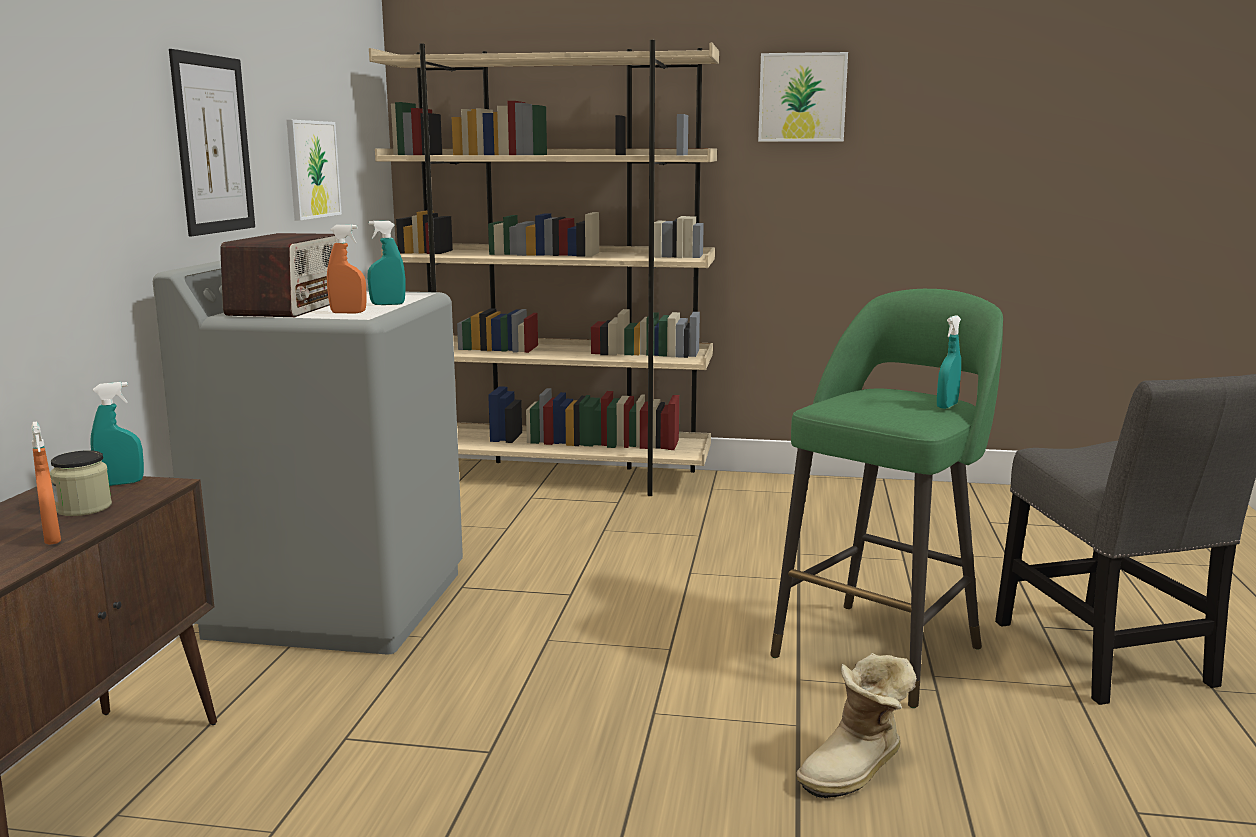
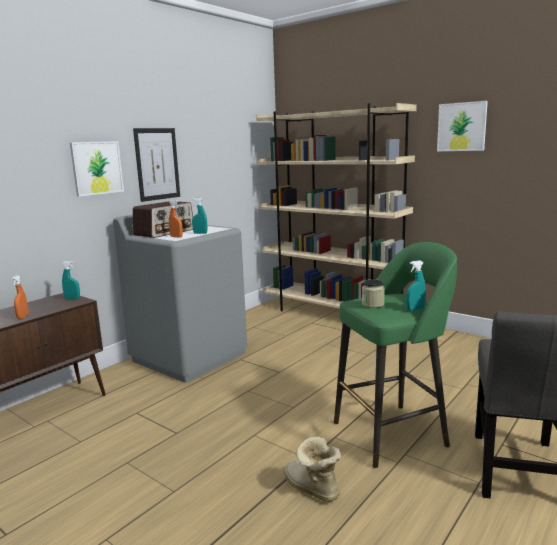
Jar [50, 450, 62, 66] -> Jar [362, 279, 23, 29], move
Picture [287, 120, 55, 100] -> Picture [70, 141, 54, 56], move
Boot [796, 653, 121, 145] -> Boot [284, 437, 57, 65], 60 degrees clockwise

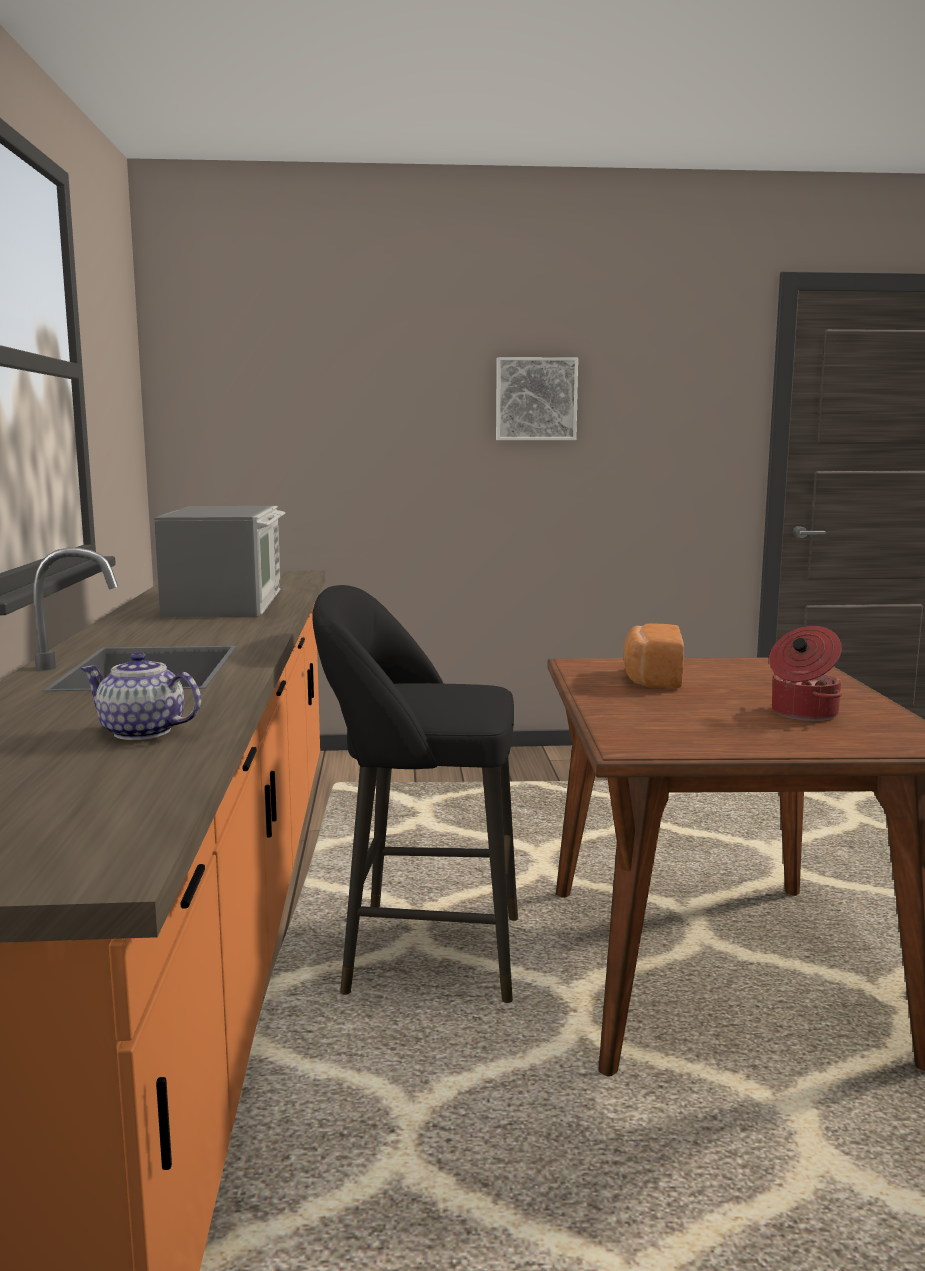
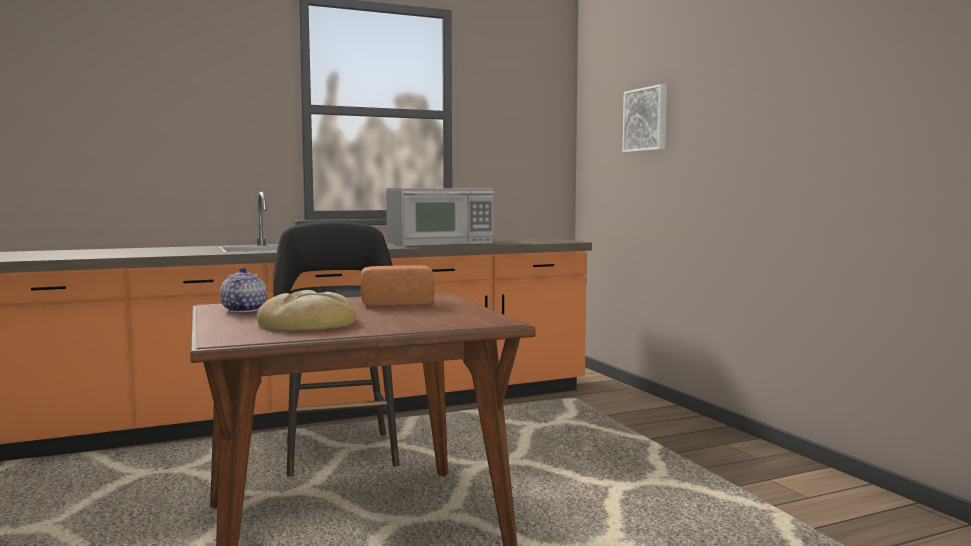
Teapot [81, 652, 120, 88] -> Teapot [220, 267, 47, 45], move
Picture [496, 357, 82, 83] -> Picture [623, 84, 44, 68], move
CookingPot [769, 626, 73, 95] -> Bread [256, 290, 100, 41]

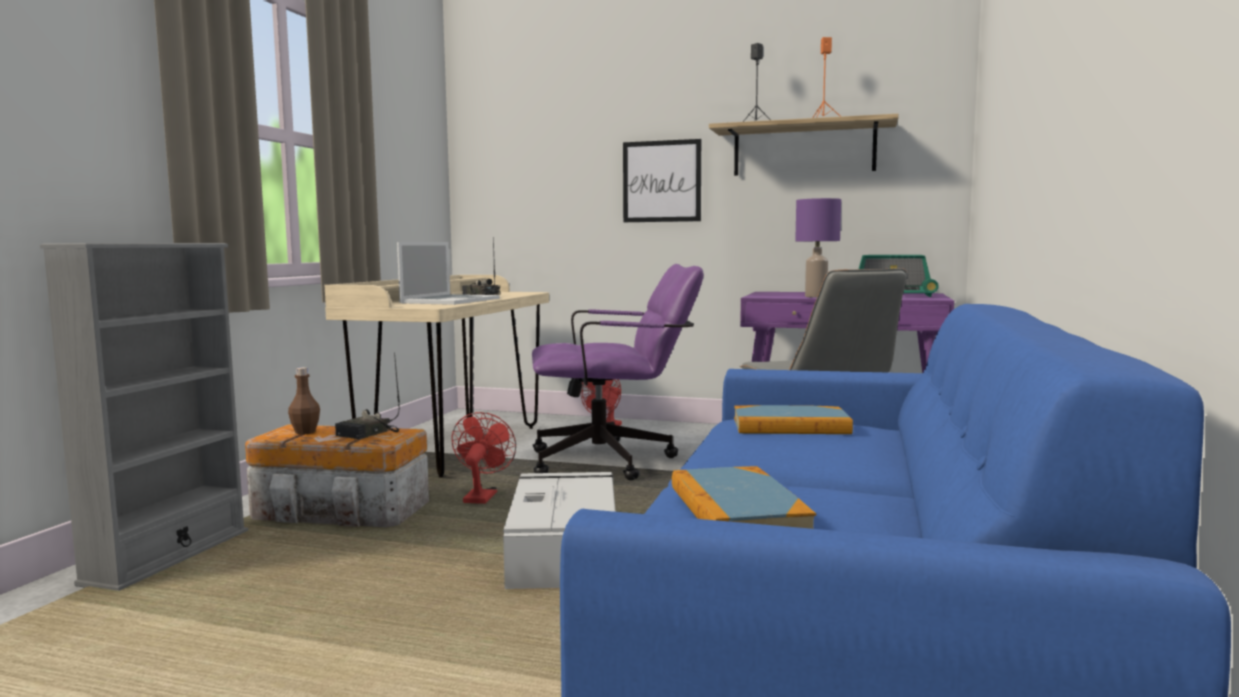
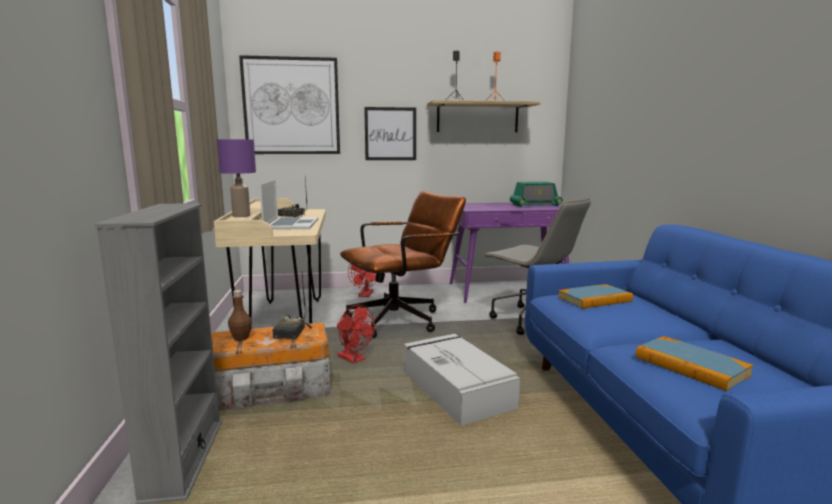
RedFan [452, 412, 64, 92] -> RedFan [337, 305, 38, 59], 150 degrees clockwise
PurpleOfficeChair [532, 264, 172, 216] -> BrownOfficeChair [340, 191, 126, 147]
PurpleTableLamp [795, 198, 46, 100] -> PurpleTableLamp [217, 139, 39, 78], move
none -> Picture [239, 55, 101, 99]

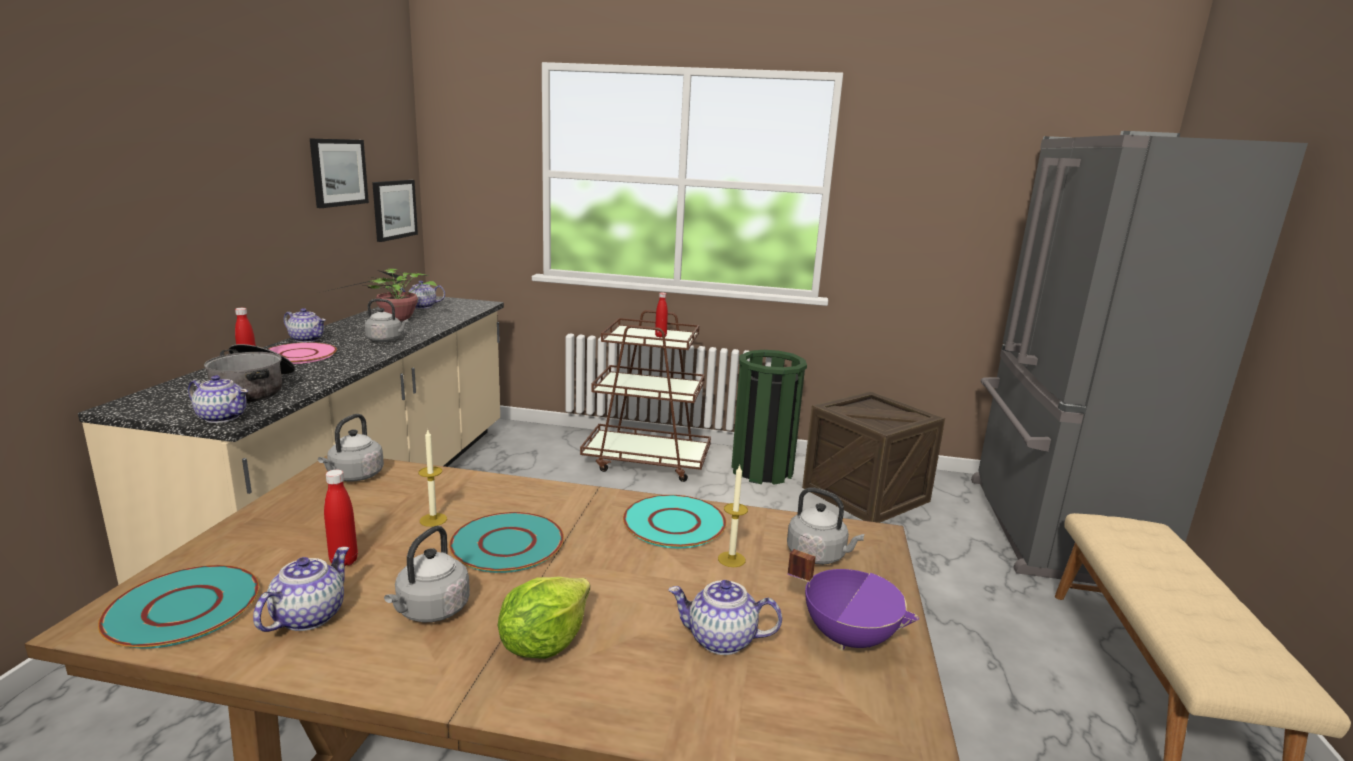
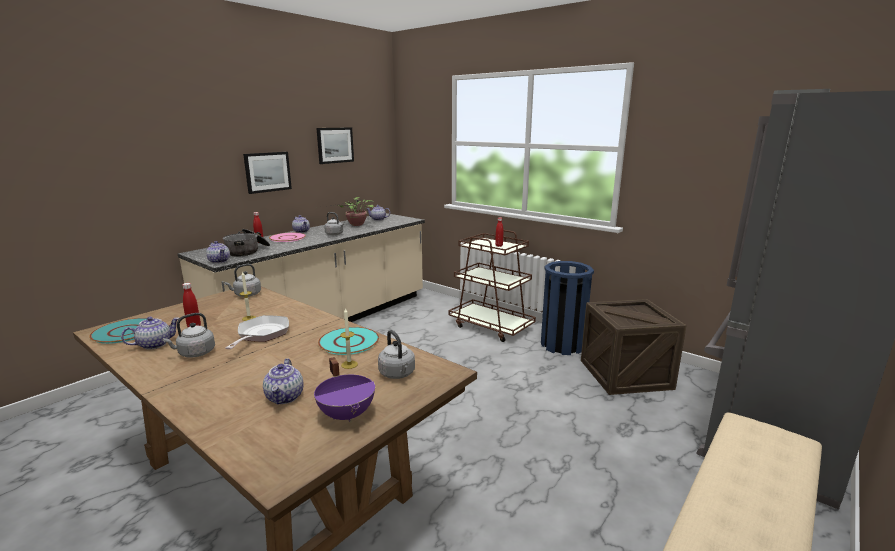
Picture [372, 180, 46, 62] -> Picture [243, 152, 49, 42], move
TurquoisePlate [449, 512, 115, 61] -> FryingPan [225, 315, 64, 34]
Lettuce [498, 576, 92, 83] -> none
Teapot [668, 580, 114, 75] -> Teapot [263, 359, 40, 45], 135 degrees counterclockwise
GreenTrashCan [731, 350, 76, 135] -> BlueTrashCan [541, 261, 53, 94]

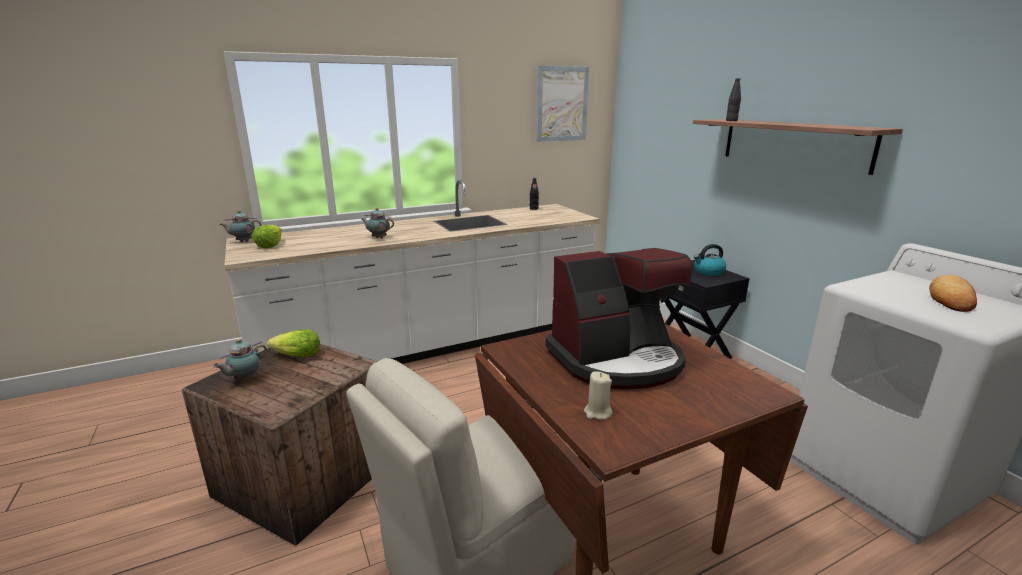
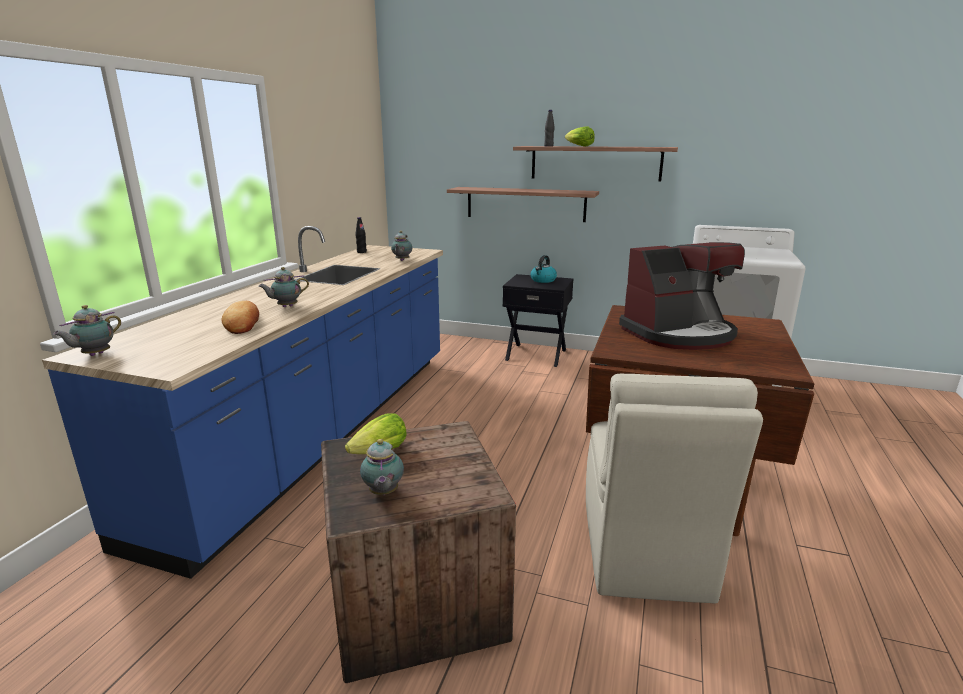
WhiteCounter [225, 180, 375, 184] -> BlueCounter [42, 226, 401, 353]
Lettuce [252, 225, 30, 23] -> Lettuce [565, 126, 29, 20], move
Picture [536, 66, 53, 76] -> none
CoffeeMachine [546, 248, 146, 142] -> CoffeeMachine [619, 242, 126, 108], 45 degrees clockwise
BeigeCandle [584, 371, 28, 49] -> none
Bread [929, 275, 48, 37] -> Bread [221, 301, 38, 33], move
none -> Teapot [391, 231, 21, 30]
none -> Shelf [447, 187, 152, 35]

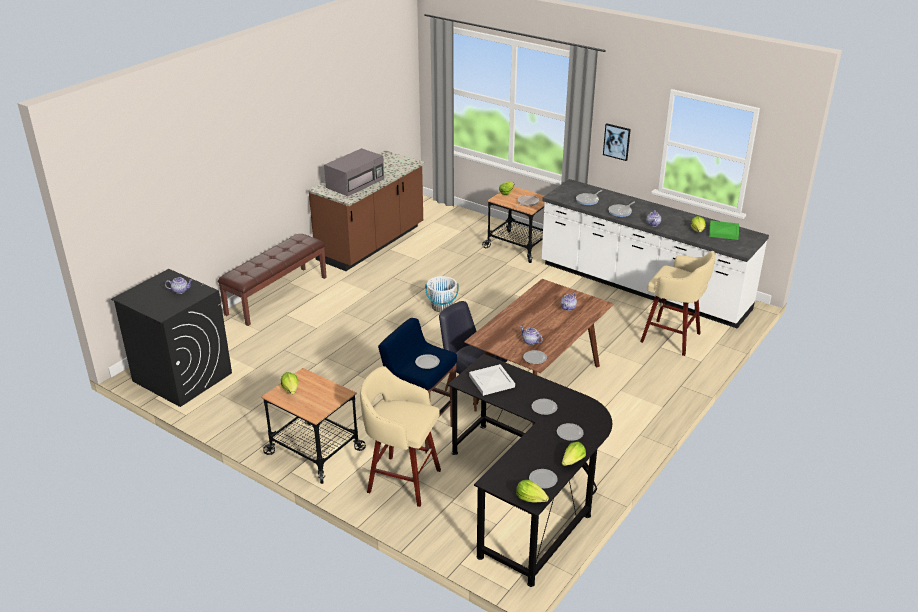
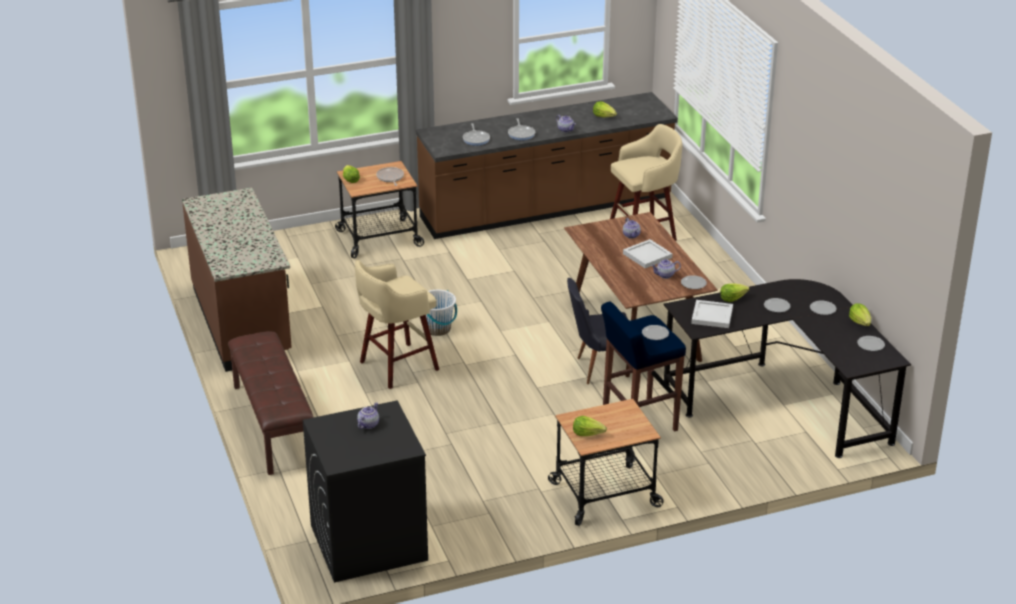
GreyMicrowave [324, 148, 60, 48] -> none
BeigeStool [360, 366, 81, 141] -> BeigeStool [355, 260, 84, 129], move
Lettuce [516, 480, 33, 22] -> Lettuce [720, 283, 29, 19], move
WhiteCounter [542, 179, 227, 149] -> BrownCounter [416, 92, 262, 147]
Picture [603, 123, 28, 38] -> none
GreenTray [709, 221, 30, 19] -> none
none -> WhiteTray [623, 239, 49, 29]

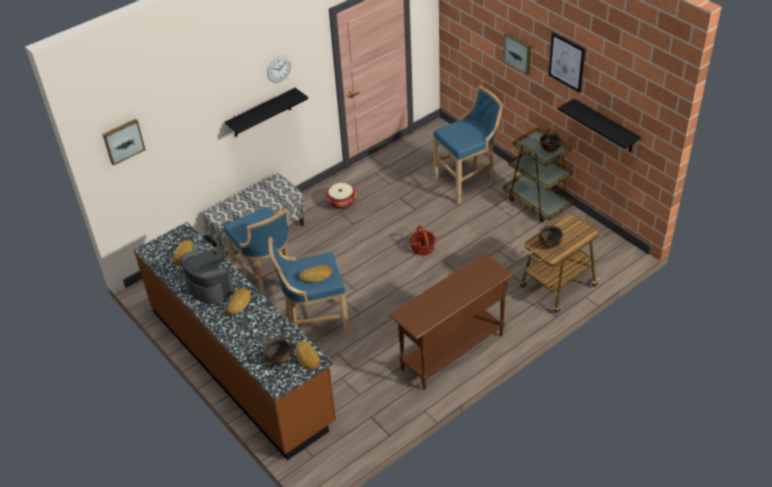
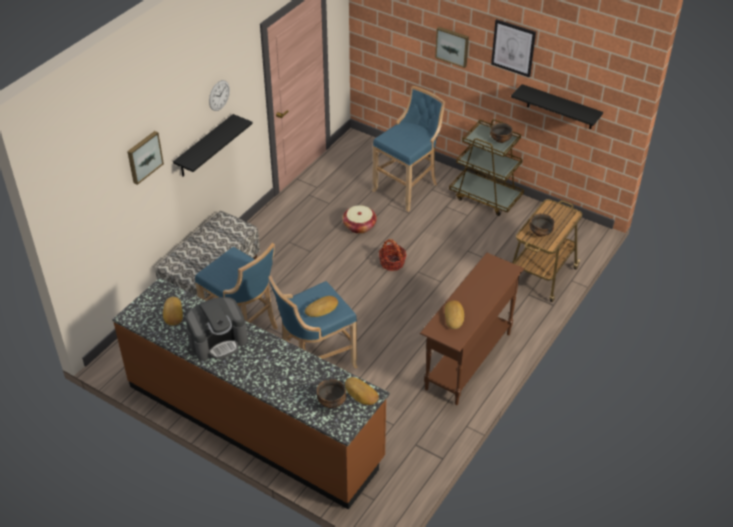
Picture [102, 119, 43, 46] -> Picture [127, 131, 37, 54], move
CoffeeMachine [181, 249, 53, 55] -> CoffeeMachine [186, 297, 62, 64], 120 degrees clockwise
Bread [226, 288, 25, 27] -> Bread [445, 300, 19, 29], move
Basket [325, 183, 32, 26] -> Basket [343, 205, 34, 29], move

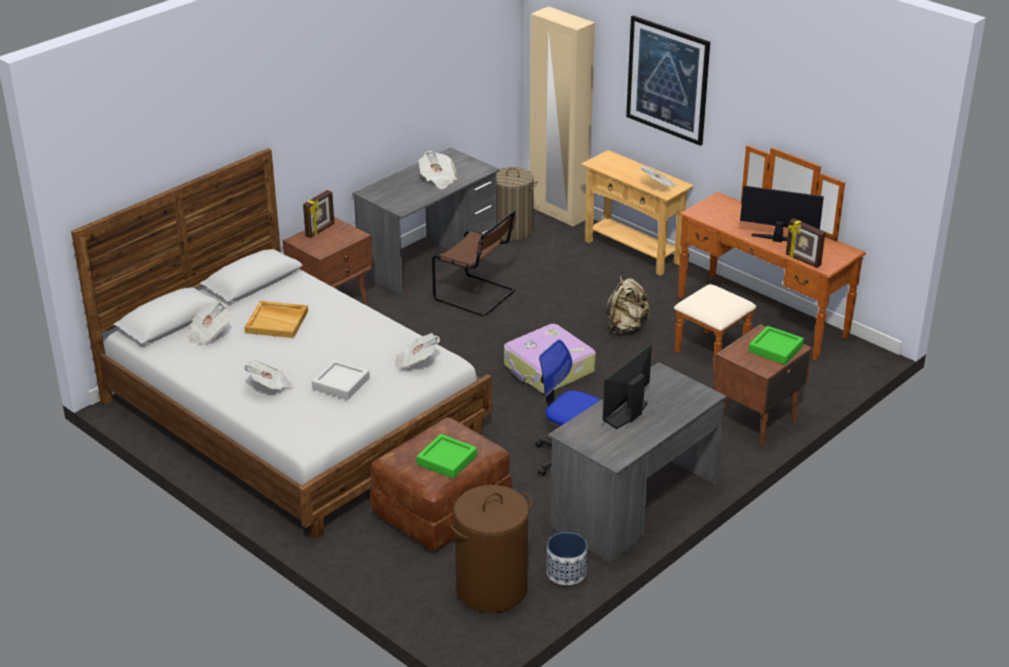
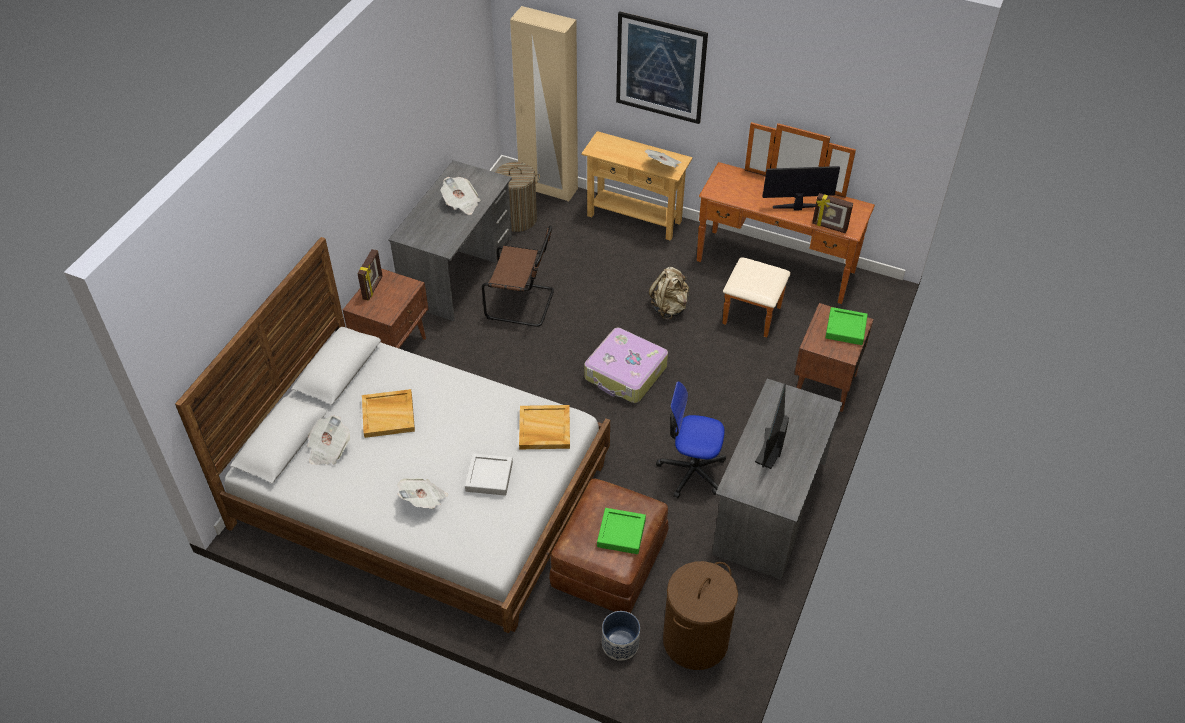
Newspaper [393, 333, 47, 37] -> BeigeTray [519, 405, 51, 44]
Planter [546, 532, 41, 53] -> Planter [602, 611, 38, 50], move

